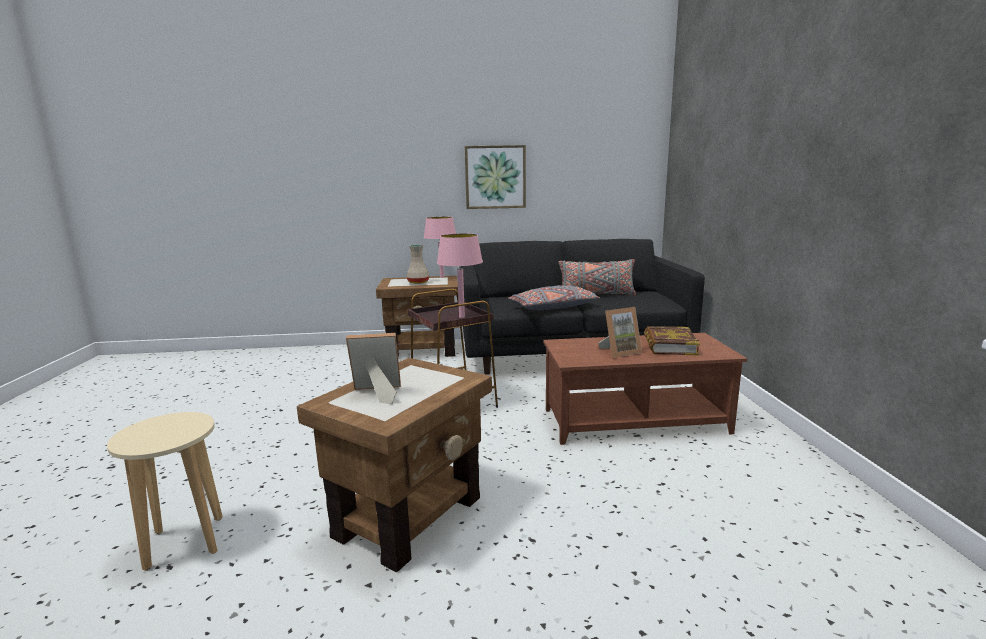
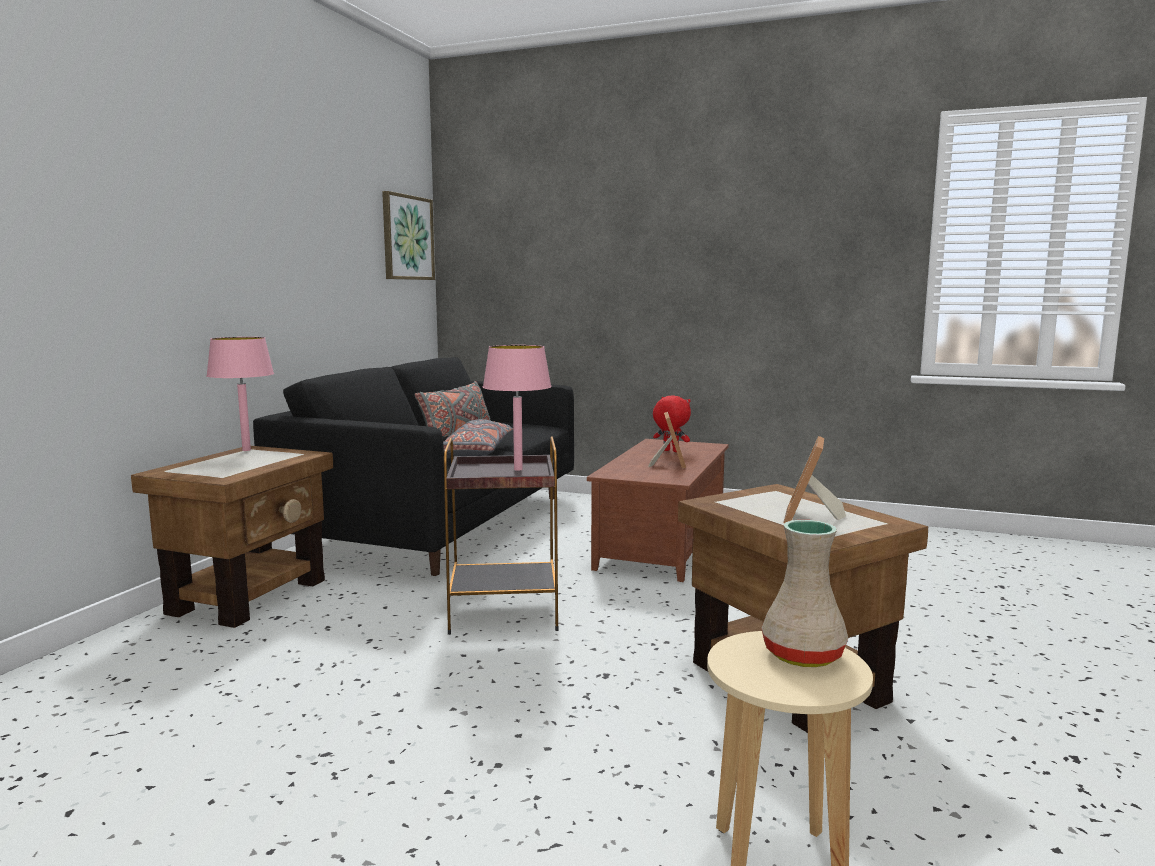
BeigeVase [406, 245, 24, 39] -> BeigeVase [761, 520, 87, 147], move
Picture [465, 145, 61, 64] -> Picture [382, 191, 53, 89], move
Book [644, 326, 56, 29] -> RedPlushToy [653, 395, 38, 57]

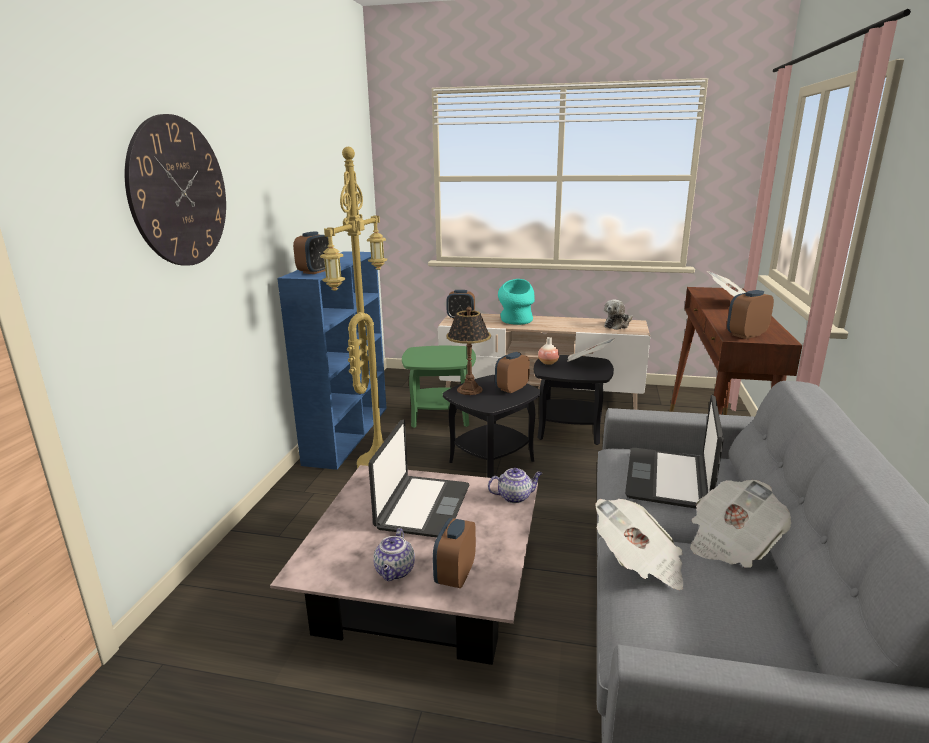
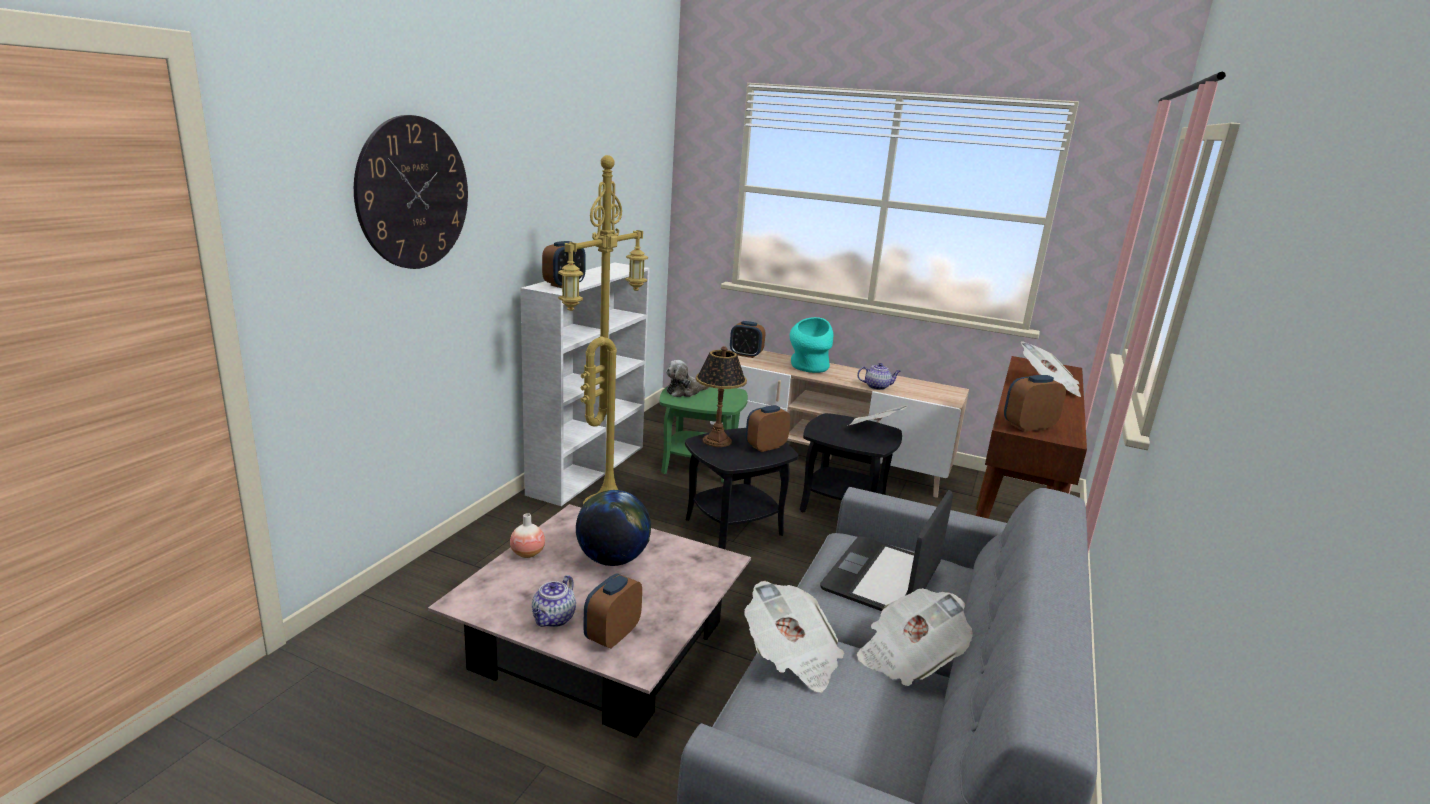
BlueBookcase [277, 251, 110, 219] -> WhiteBookcase [520, 263, 130, 243]
Laptop [368, 419, 101, 119] -> Globe [576, 490, 75, 76]
Teapot [488, 468, 54, 35] -> Teapot [857, 363, 44, 27], move
Vase [538, 337, 21, 28] -> Vase [510, 513, 35, 45], move
PlushToy [604, 299, 29, 31] -> PlushToy [666, 360, 44, 37], move

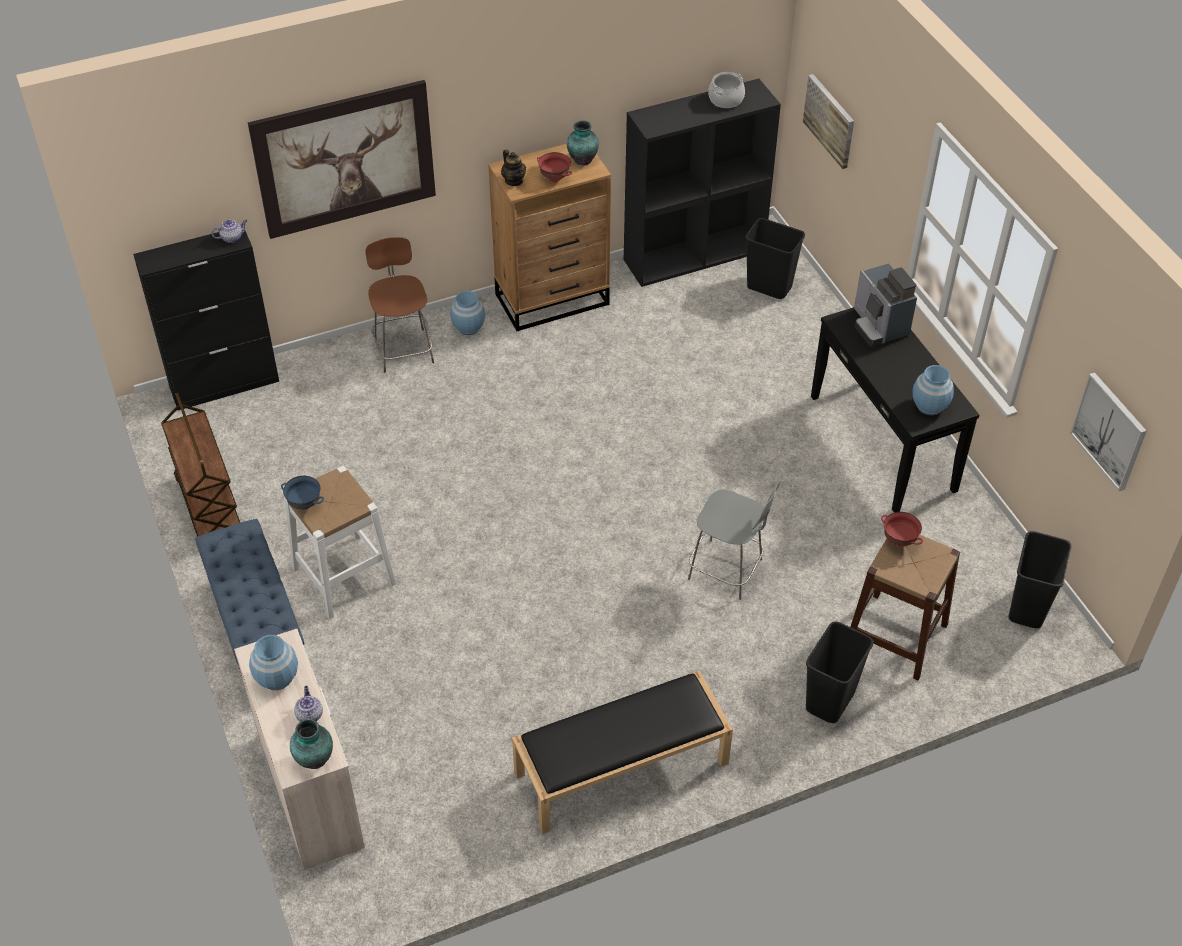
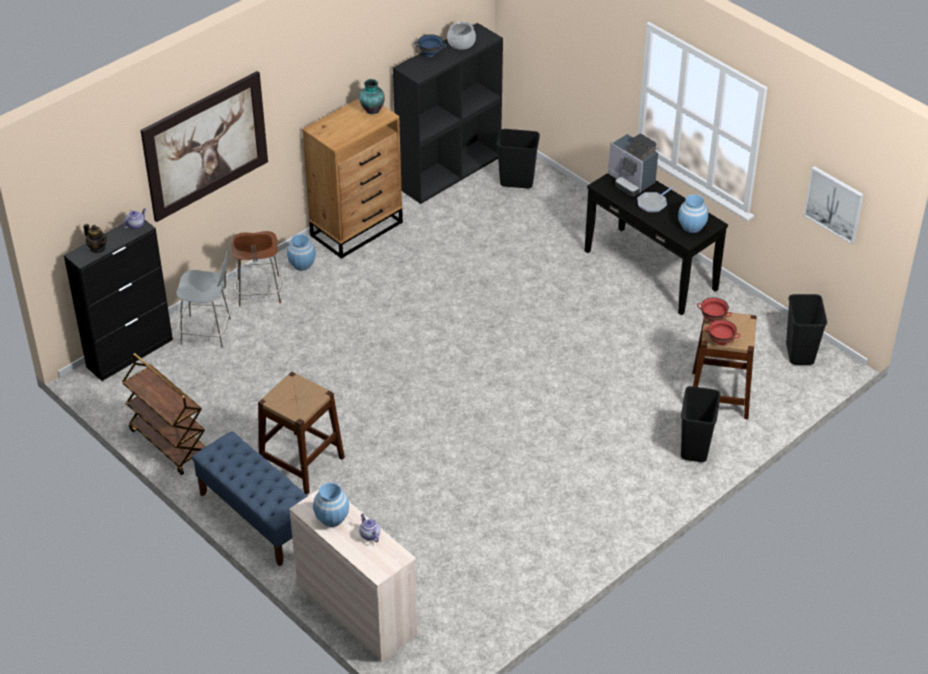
BlueBowl [281, 476, 43, 34] -> BlueBowl [414, 34, 33, 23], move
WhiteStool [284, 466, 112, 153] -> BrownStool [258, 372, 87, 122]
Vase [290, 718, 43, 51] -> none
BrownChair [365, 237, 69, 136] -> BrownChair [232, 231, 50, 75], 150 degrees counterclockwise
Teapot [501, 149, 25, 37] -> Teapot [84, 224, 23, 29], move
BlackBench [512, 670, 221, 164] -> none
RedBowl [537, 152, 35, 30] -> RedBowl [704, 320, 37, 25], move
GreyChair [688, 482, 92, 118] -> GreyChair [176, 250, 55, 98], move
Picture [803, 74, 51, 95] -> none
none -> FryingPan [637, 186, 37, 27]

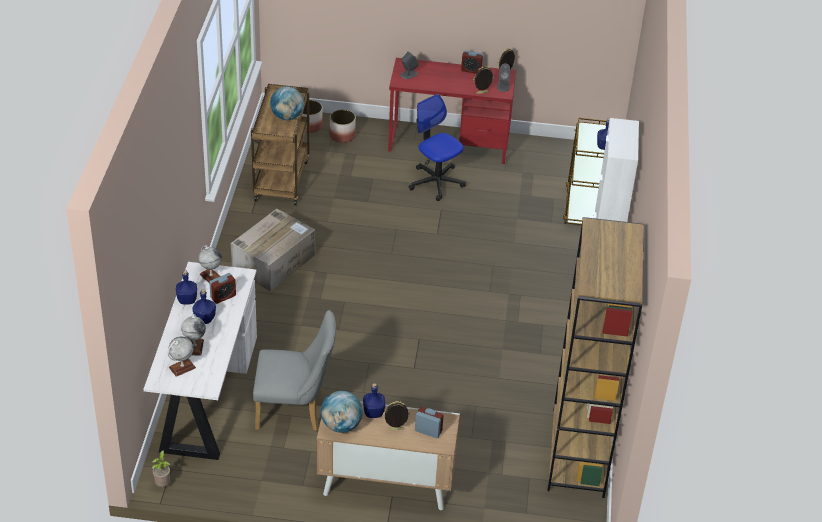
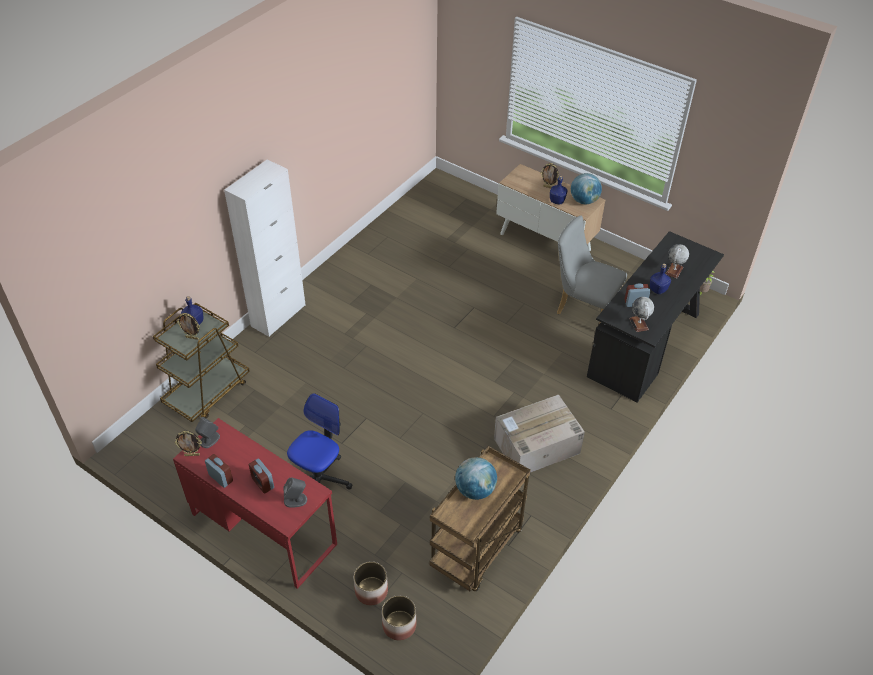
WhiteDesk [144, 262, 113, 198] -> BlackDesk [587, 231, 137, 172]
Globe [168, 336, 28, 41] -> none
BlueBottle [176, 271, 21, 34] -> none
OfficeChair [409, 94, 57, 107] -> OfficeChair [287, 393, 66, 114], 135 degrees counterclockwise
AlarmClock [415, 407, 28, 31] -> AlarmClock [249, 458, 25, 36], move
PictureFrame [473, 66, 21, 28] -> PictureFrame [177, 313, 23, 27], move
BrownBookcase [547, 217, 97, 281] -> none

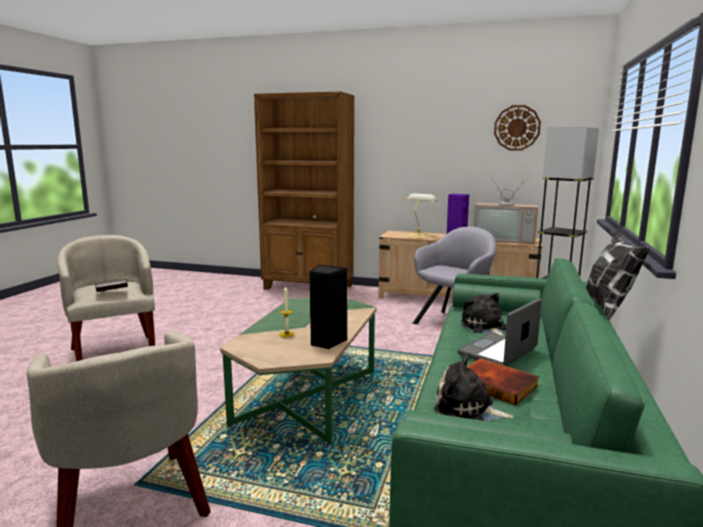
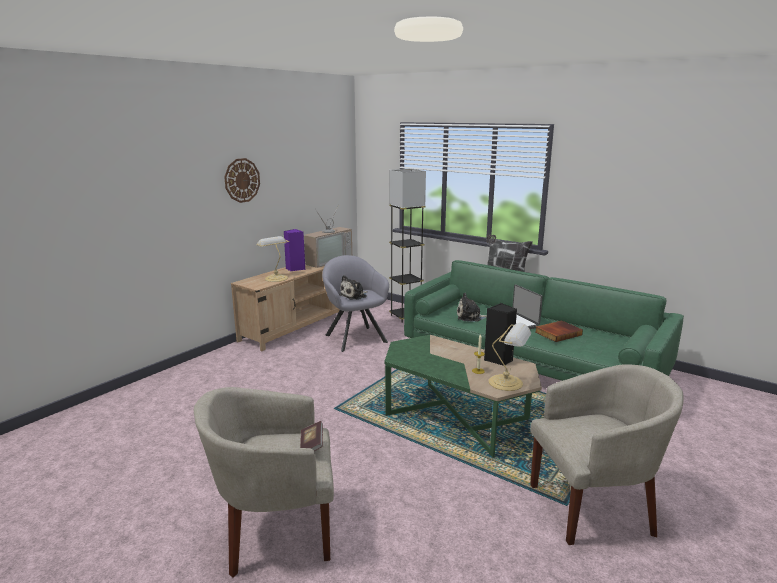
BrownBookcase [254, 91, 101, 199] -> none
PlushToy [434, 355, 80, 66] -> PlushToy [339, 275, 29, 25], move
WallClock [494, 105, 47, 46] -> WallClock [224, 158, 36, 45], move
none -> TableLamp [489, 323, 42, 68]

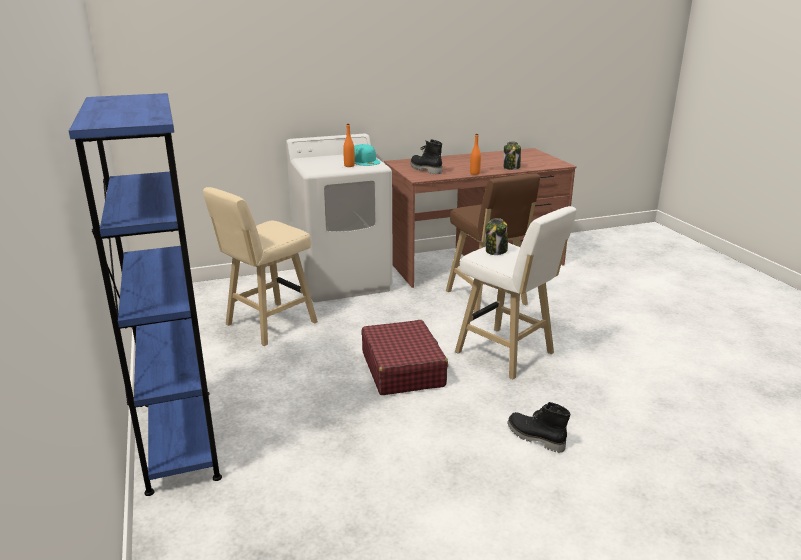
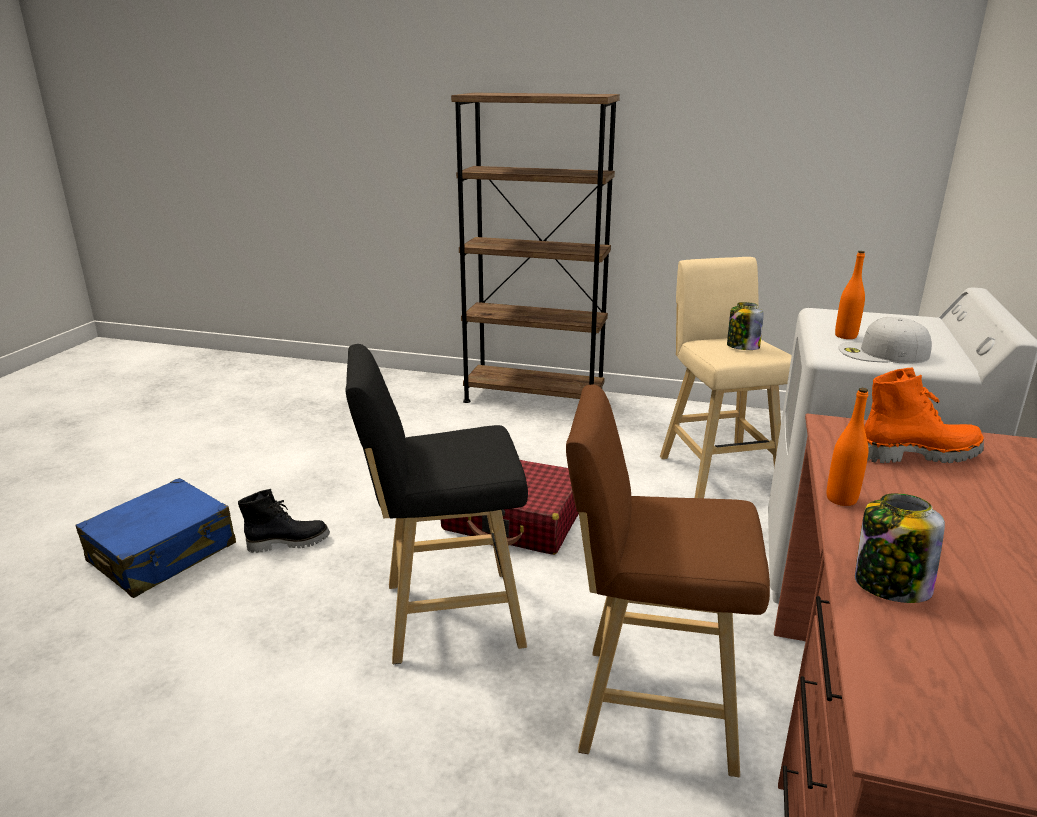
BlueBookcase [69, 93, 153, 403] -> BrownBookcase [451, 93, 169, 310]
TurquoiseCap [354, 144, 27, 22] -> WhiteCap [839, 317, 93, 47]
BlackBoot [410, 139, 32, 36] -> OrangeBoot [864, 367, 120, 96]
WhiteStool [455, 206, 122, 173] -> BlackStool [345, 344, 183, 320]
Jar [485, 218, 23, 37] -> Jar [727, 302, 37, 48], move
none -> BlueSuitcase [76, 478, 160, 120]

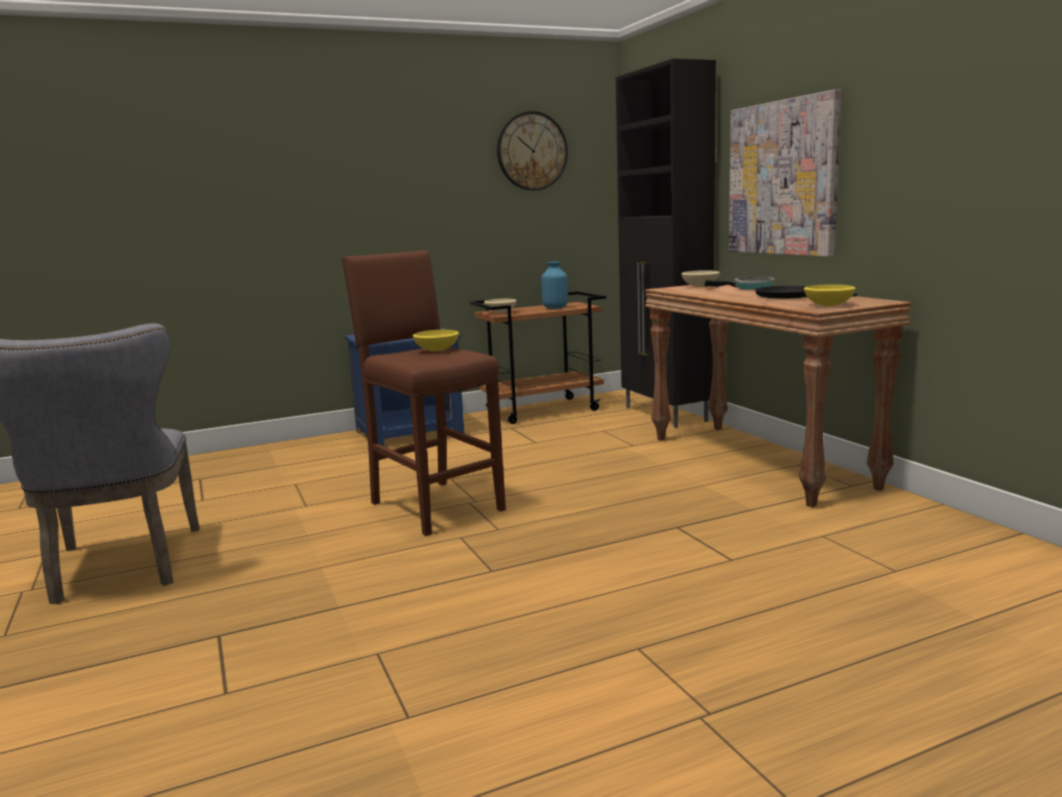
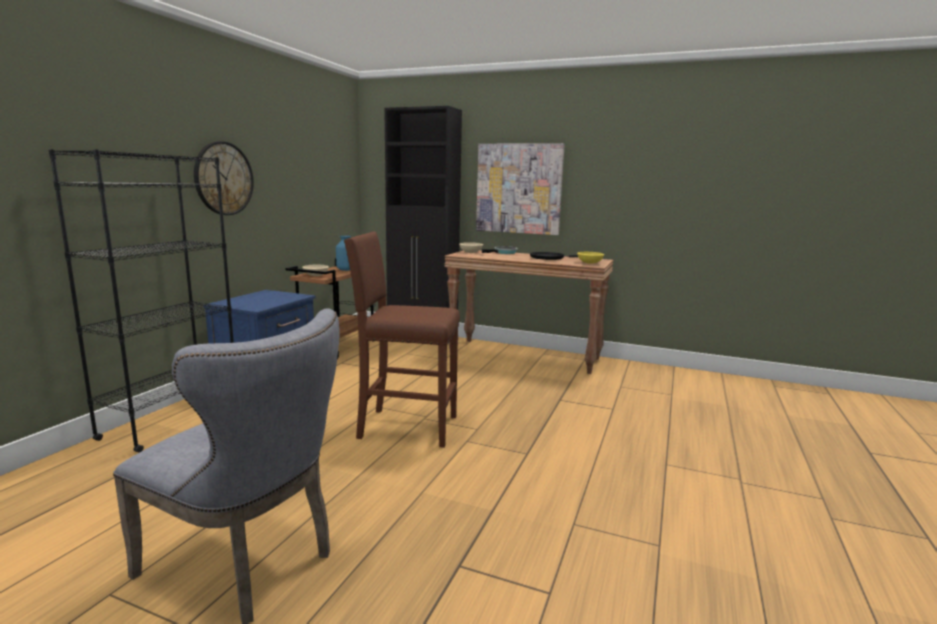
YellowBowl [413, 330, 46, 21] -> none
WallClock [497, 111, 71, 80] -> WallClock [194, 141, 60, 74], move
none -> BlackBookcase [49, 149, 185, 304]

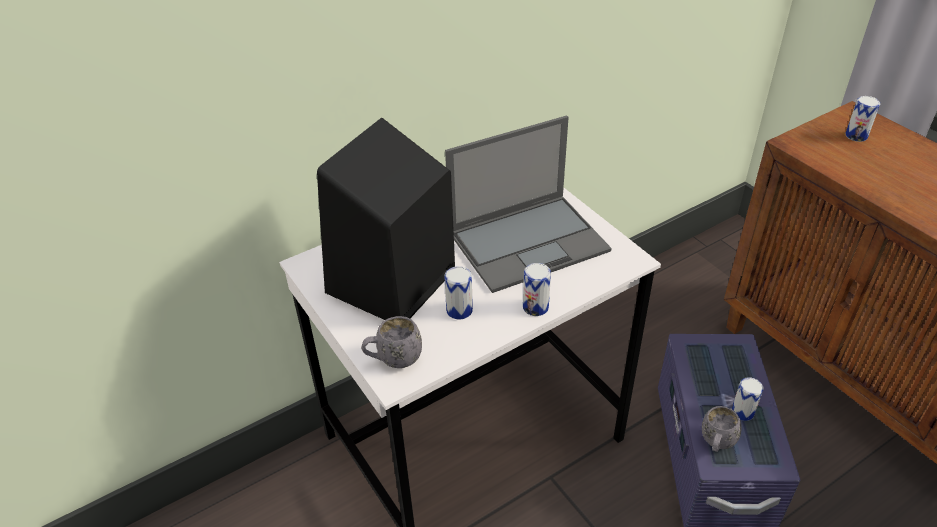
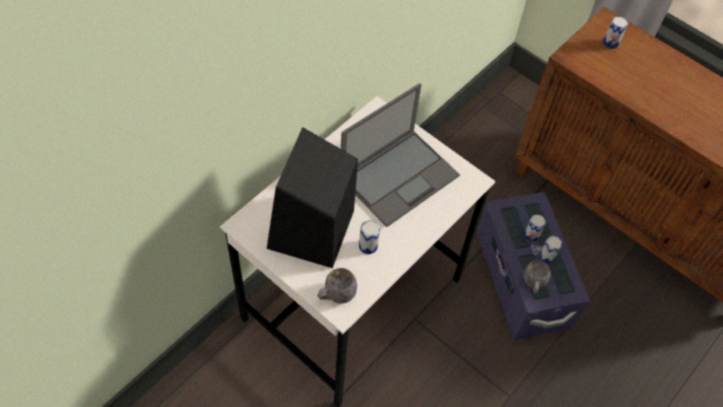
Can [523, 263, 28, 53] -> Can [524, 214, 22, 28], move

